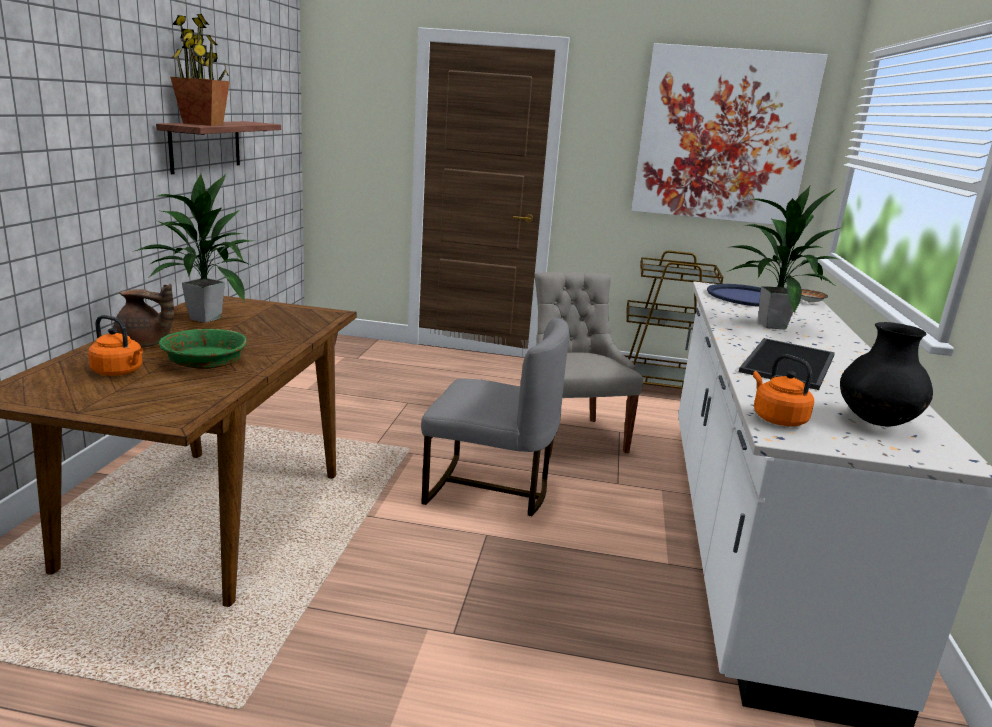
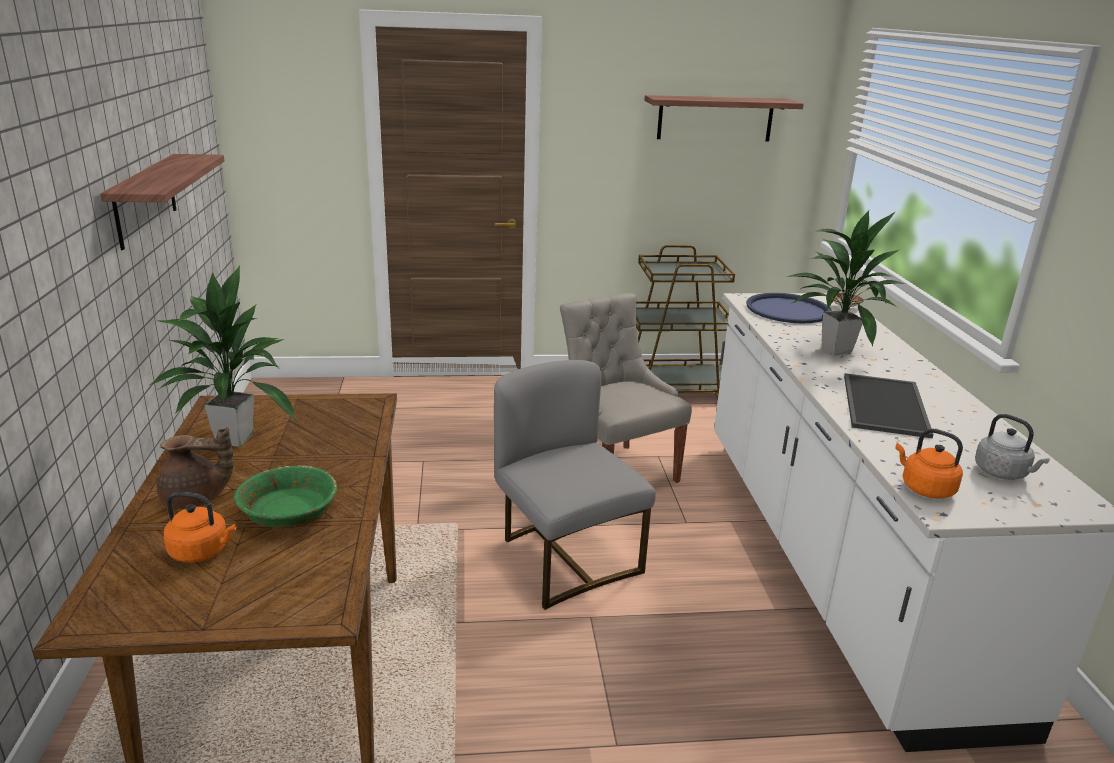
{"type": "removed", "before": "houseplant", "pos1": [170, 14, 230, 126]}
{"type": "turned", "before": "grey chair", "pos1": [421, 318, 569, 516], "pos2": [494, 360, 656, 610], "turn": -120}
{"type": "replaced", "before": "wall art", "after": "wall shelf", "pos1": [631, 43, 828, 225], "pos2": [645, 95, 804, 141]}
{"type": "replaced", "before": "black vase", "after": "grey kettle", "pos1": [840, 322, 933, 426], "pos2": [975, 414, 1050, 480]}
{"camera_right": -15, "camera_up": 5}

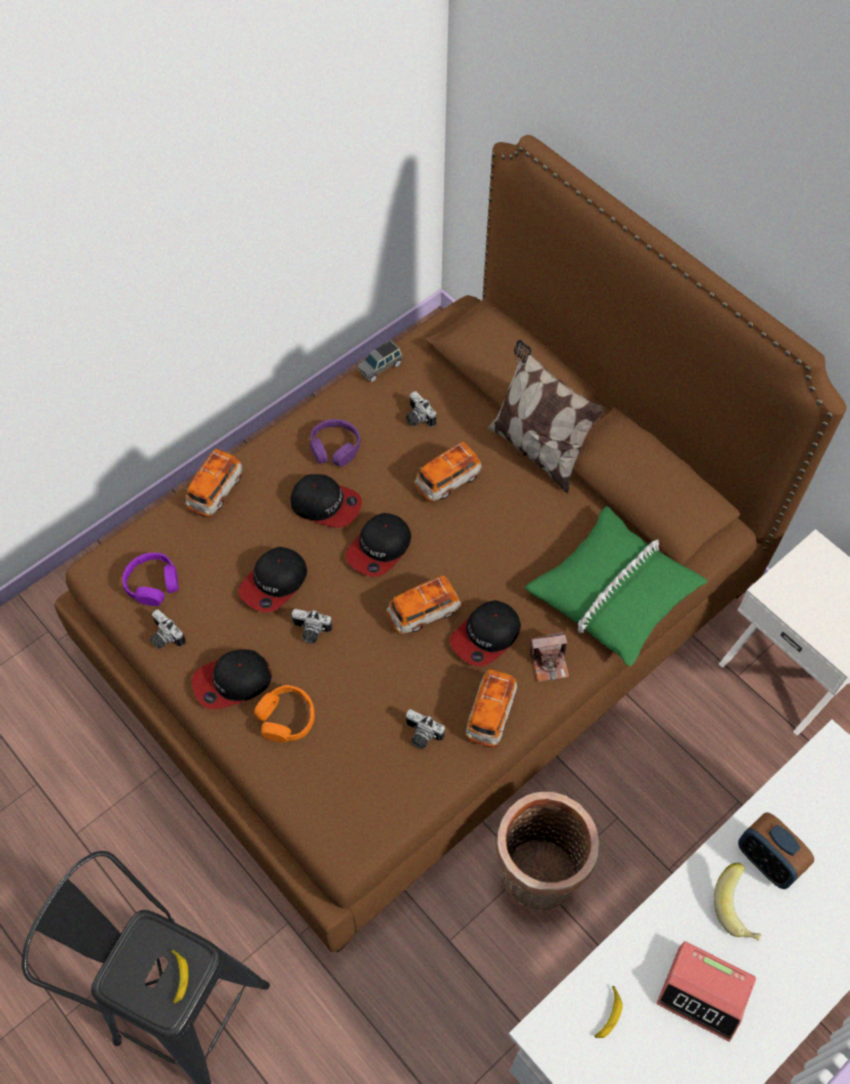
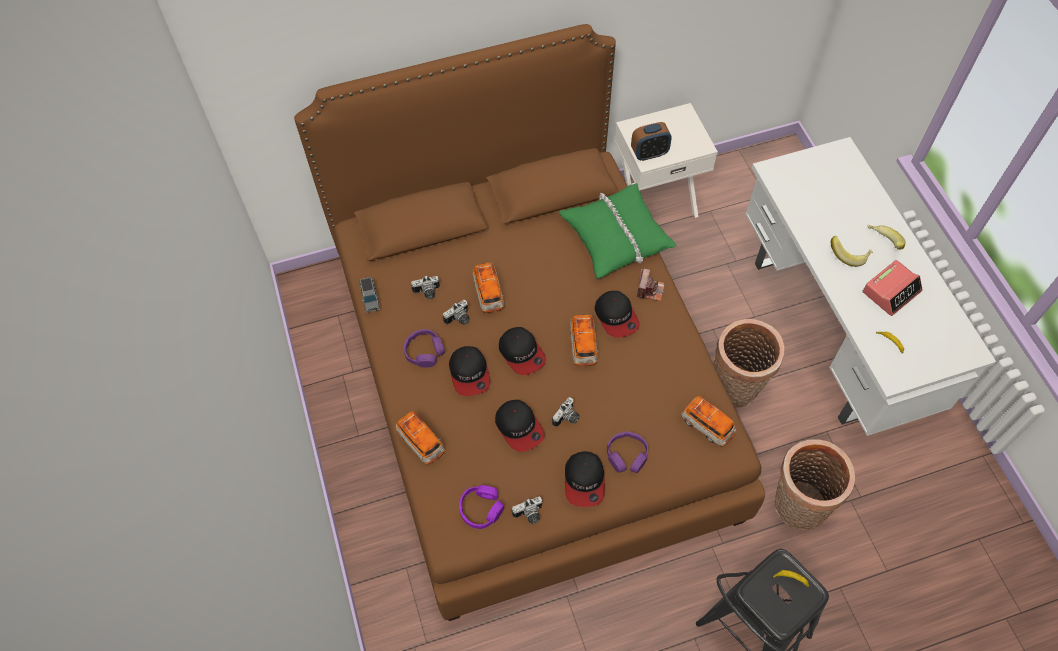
{"type": "recoloured", "before": "orange headset", "after": "purplish headset", "pos1": [254, 685, 315, 742], "pos2": [607, 432, 648, 473]}
{"type": "turned", "before": "cap", "pos1": [290, 474, 362, 528], "pos2": [449, 346, 490, 396], "turn": 120}
{"type": "moved", "before": "photo camera", "pos1": [406, 709, 445, 749], "pos2": [443, 300, 470, 325]}
{"type": "moved", "before": "miniature car", "pos1": [465, 669, 517, 747], "pos2": [681, 396, 736, 447]}
{"type": "removed", "before": "pillow", "pos1": [487, 340, 605, 493]}
{"type": "moved", "before": "table clock", "pos1": [738, 812, 814, 889], "pos2": [631, 122, 672, 161]}
{"type": "added", "after": "storage basket", "pos2": [775, 439, 855, 530]}
{"type": "added", "after": "whole banana", "pos2": [868, 225, 906, 250]}
{"camera_right": -65, "camera_up": 0}

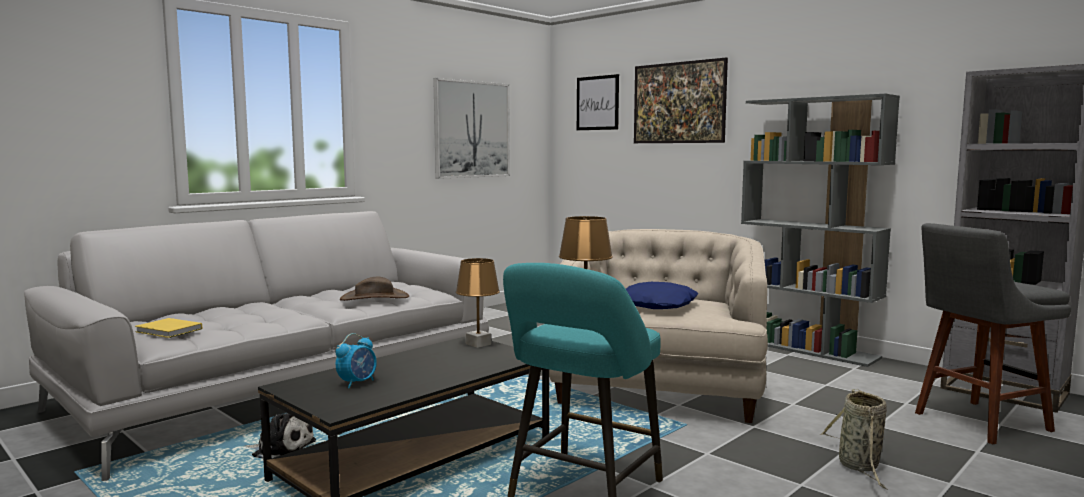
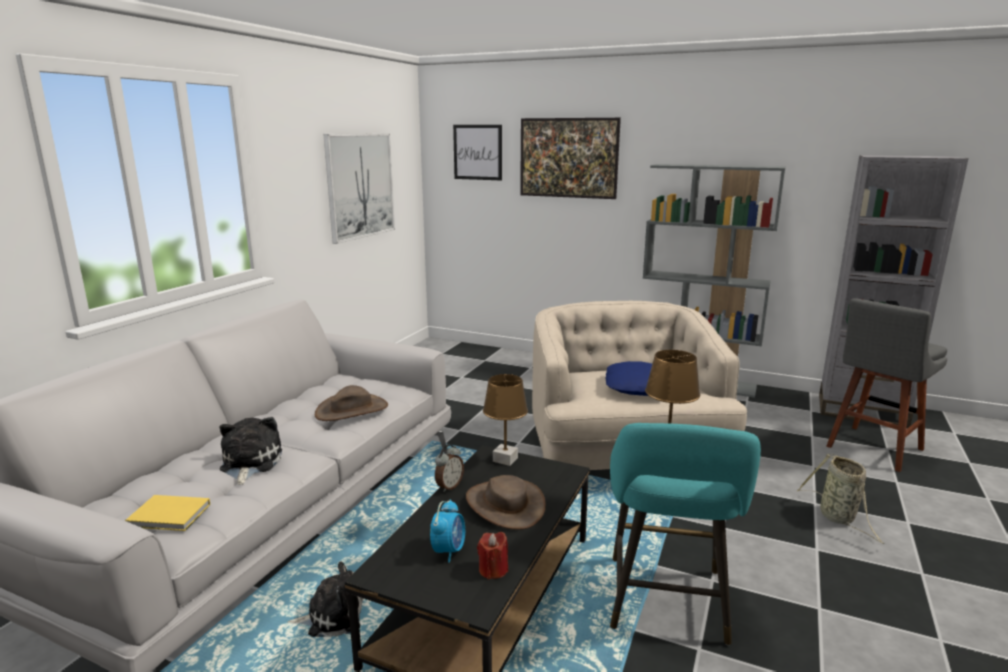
{"type": "added", "after": "soft toy", "pos2": [219, 417, 282, 485]}
{"type": "added", "after": "table clock", "pos2": [435, 444, 464, 492]}
{"type": "added", "after": "brownish hat", "pos2": [466, 475, 546, 530]}
{"type": "added", "after": "red wax light", "pos2": [477, 532, 508, 580]}
{"camera_right": -20, "camera_up": 10}

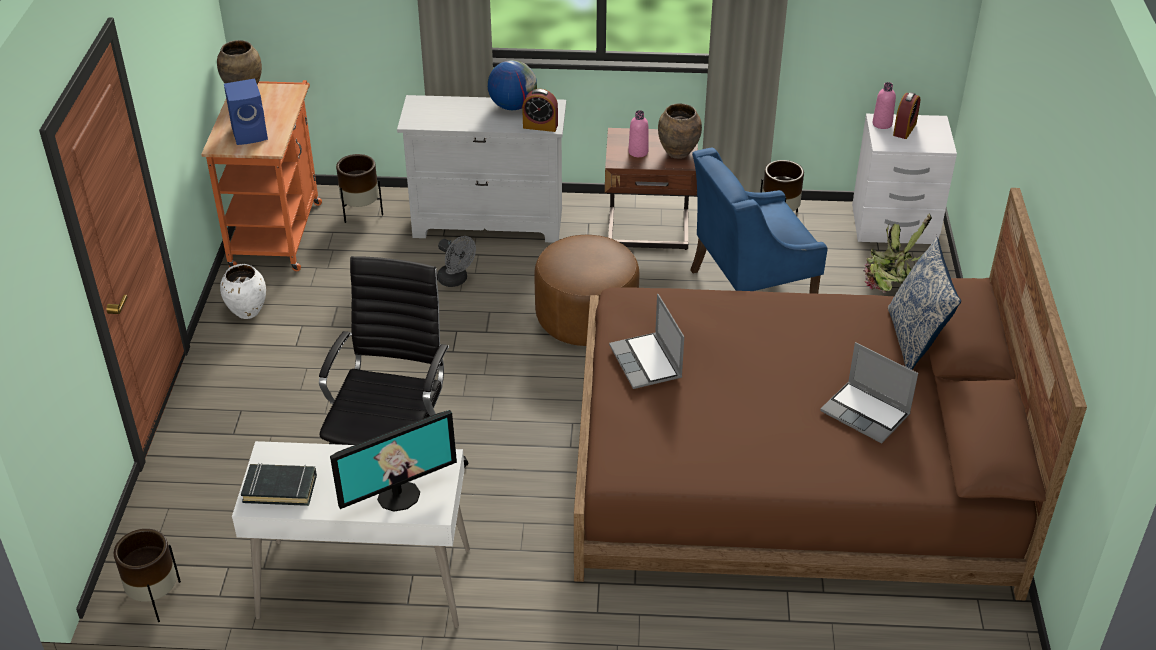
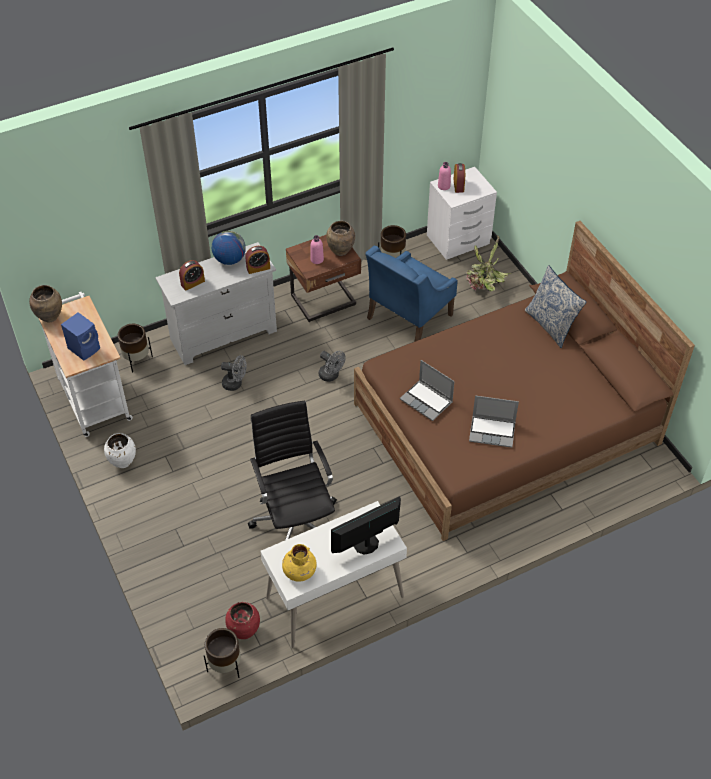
{"type": "recoloured", "before": "orange wheeled cart", "after": "white-coloured wheeled cart", "pos1": [201, 80, 322, 271], "pos2": [39, 292, 133, 437]}
{"type": "replaced", "before": "black bound book", "after": "yellowish vase", "pos1": [241, 463, 317, 506], "pos2": [282, 544, 317, 582]}
{"type": "turned", "before": "computer display", "pos1": [330, 410, 457, 512], "pos2": [331, 497, 401, 555], "turn": -150}
{"type": "replaced", "before": "brownish ottoman", "after": "grey cooling fan", "pos1": [534, 235, 639, 346], "pos2": [318, 351, 345, 382]}
{"type": "moved", "before": "portable computer", "pos1": [820, 342, 918, 443], "pos2": [469, 395, 519, 448]}
{"type": "added", "after": "table clock", "pos2": [179, 260, 205, 291]}
{"type": "added", "after": "red vase", "pos2": [225, 602, 260, 639]}
{"camera_right": -30, "camera_up": 10}

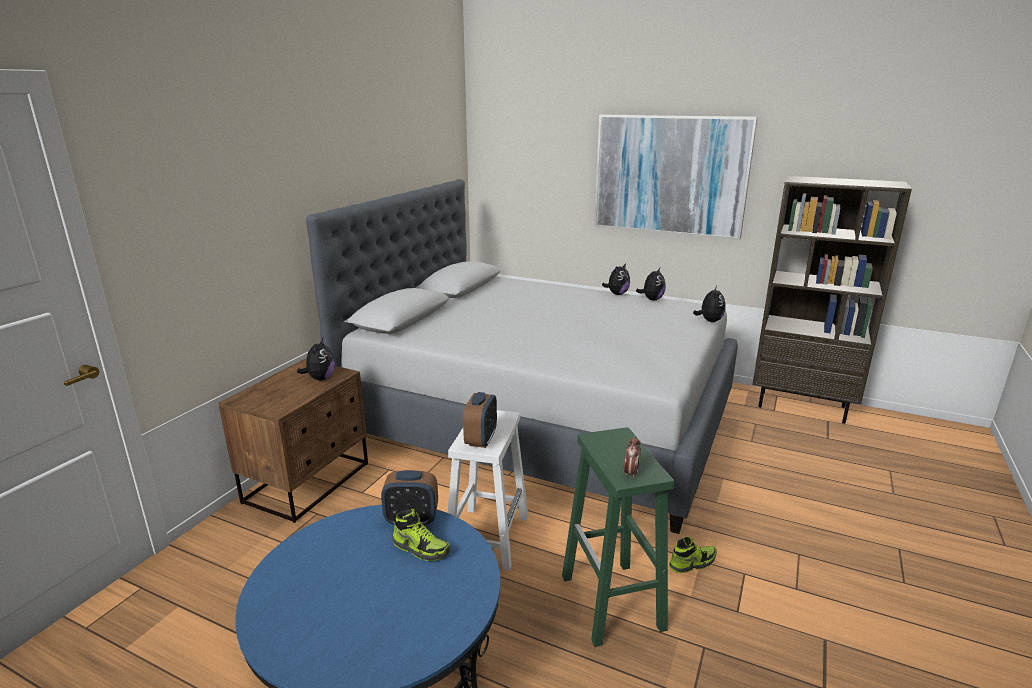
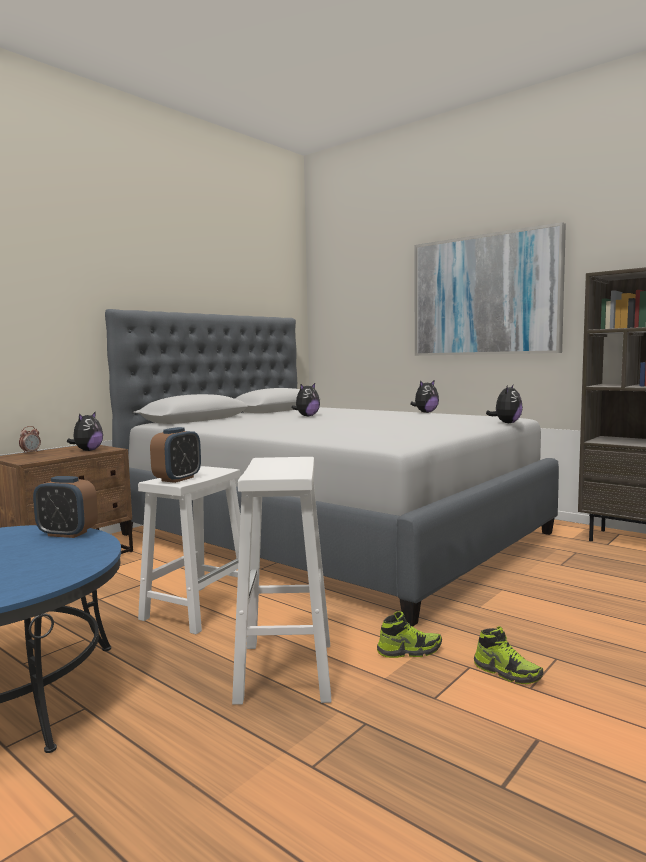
{"type": "moved", "before": "low shoe", "pos1": [392, 509, 450, 561], "pos2": [474, 626, 543, 684]}
{"type": "recoloured", "before": "green-coloured sitting stool", "after": "white-coloured sitting stool", "pos1": [562, 428, 674, 647], "pos2": [232, 457, 331, 705]}
{"type": "moved", "before": "table clock", "pos1": [624, 436, 641, 479], "pos2": [19, 426, 41, 454]}
{"type": "moved", "before": "soft toy", "pos1": [636, 268, 666, 300], "pos2": [291, 383, 320, 416]}
{"camera_right": 15, "camera_up": -15}

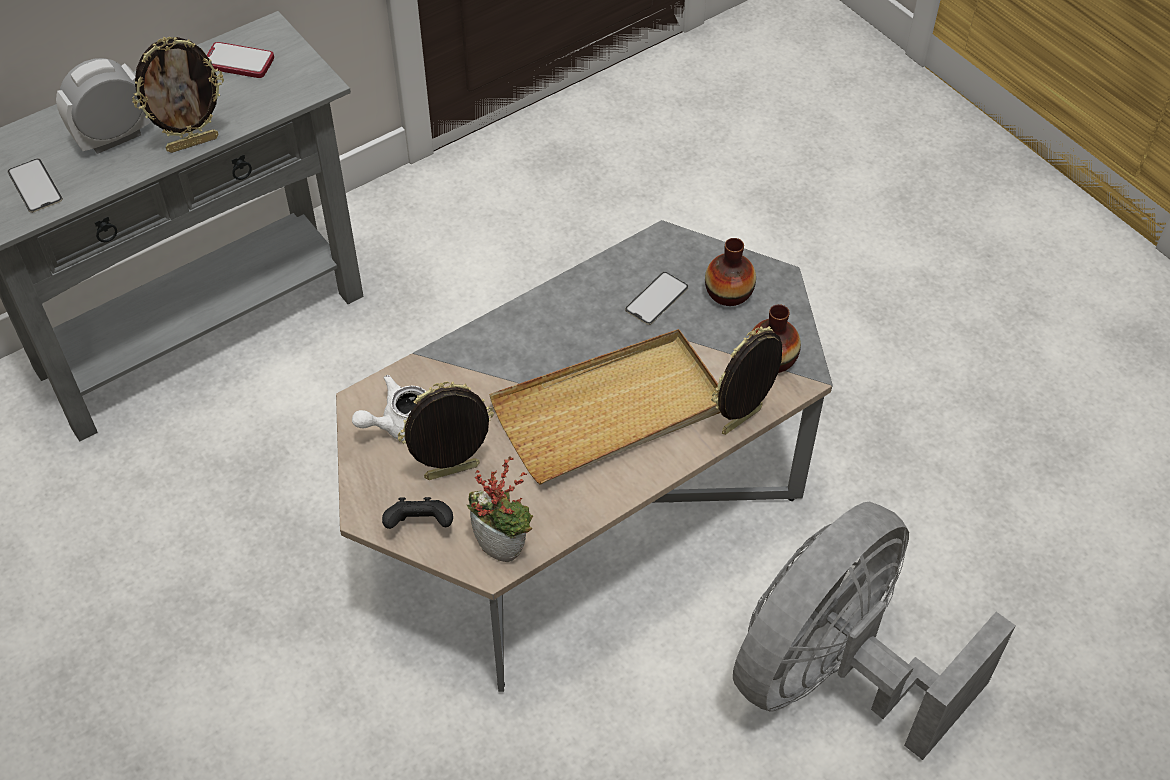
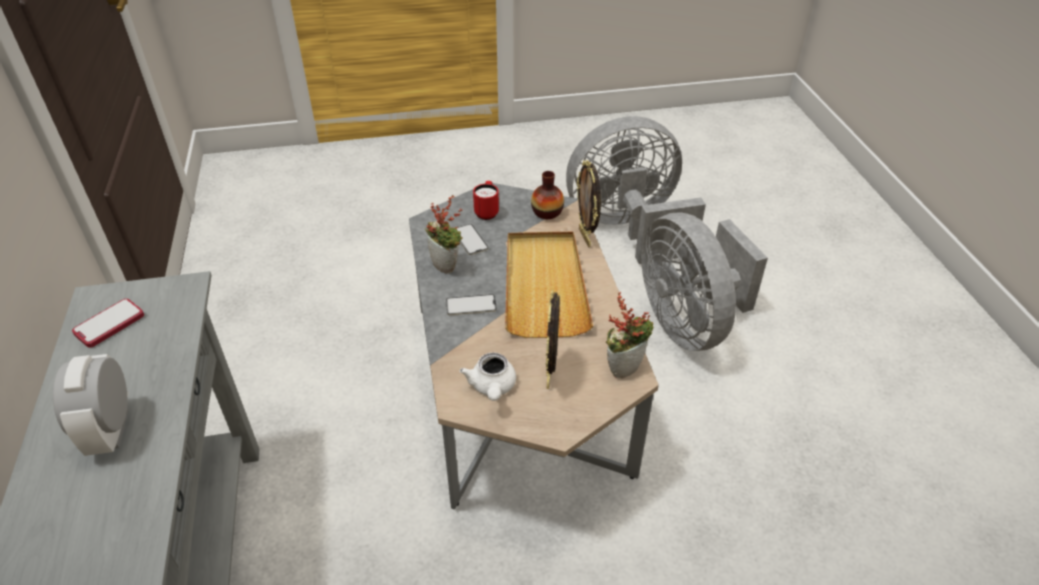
{"type": "moved", "before": "handset", "pos1": [7, 158, 63, 213], "pos2": [446, 294, 497, 315]}
{"type": "removed", "before": "photo frame", "pos1": [132, 37, 224, 153]}
{"type": "removed", "before": "black joypad", "pos1": [382, 497, 453, 529]}
{"type": "replaced", "before": "vase", "after": "red mug", "pos1": [705, 238, 756, 306], "pos2": [473, 181, 499, 220]}
{"type": "added", "after": "houseplant", "pos2": [425, 195, 462, 274]}
{"type": "added", "after": "grey cooling fan", "pos2": [566, 116, 706, 264]}
{"camera_right": -65, "camera_up": -10}

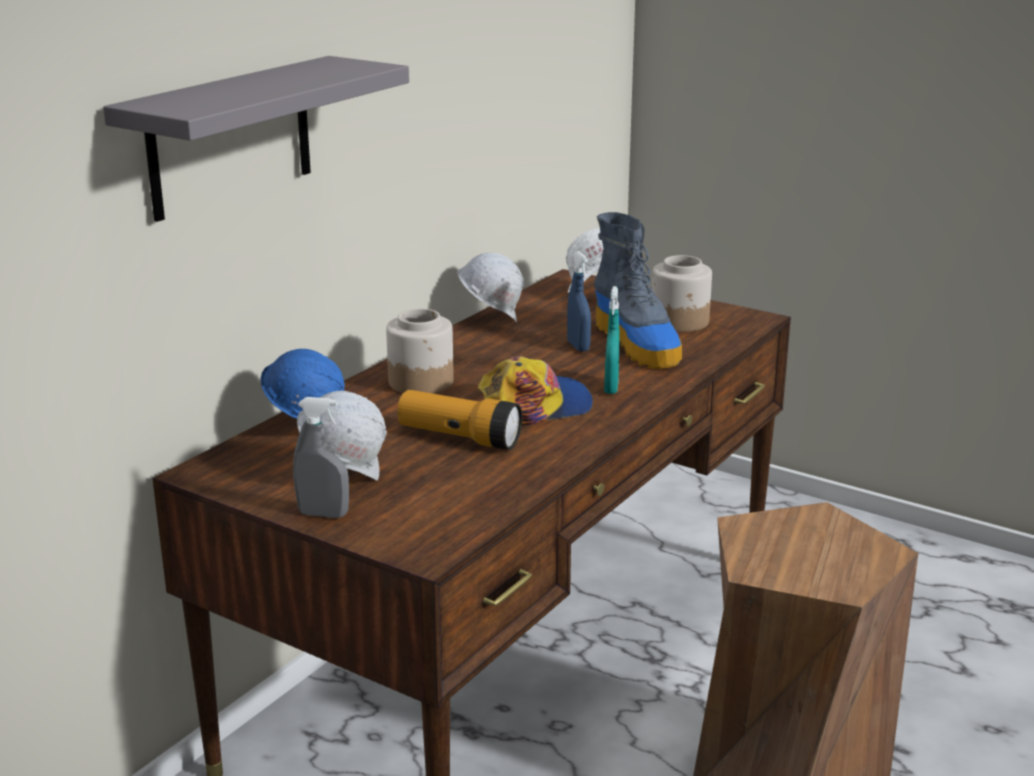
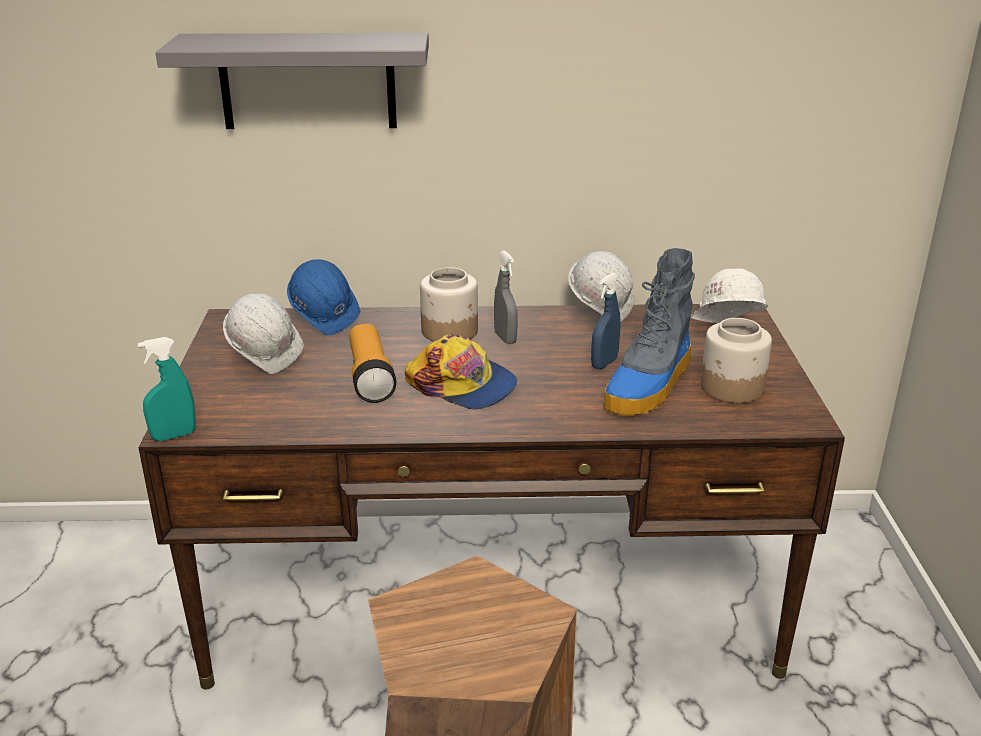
{"type": "moved", "before": "grey spray bottle", "pos1": [293, 397, 349, 518], "pos2": [494, 250, 518, 344]}
{"type": "moved", "before": "blue-green spray bottle", "pos1": [604, 286, 619, 394], "pos2": [137, 337, 196, 441]}
{"camera_right": 55, "camera_up": 5}

